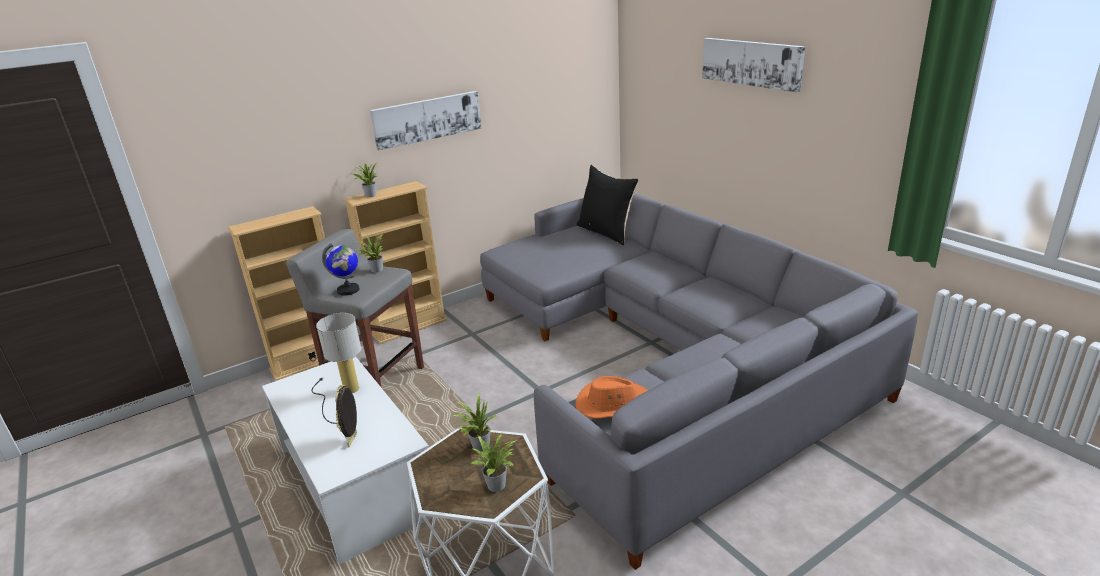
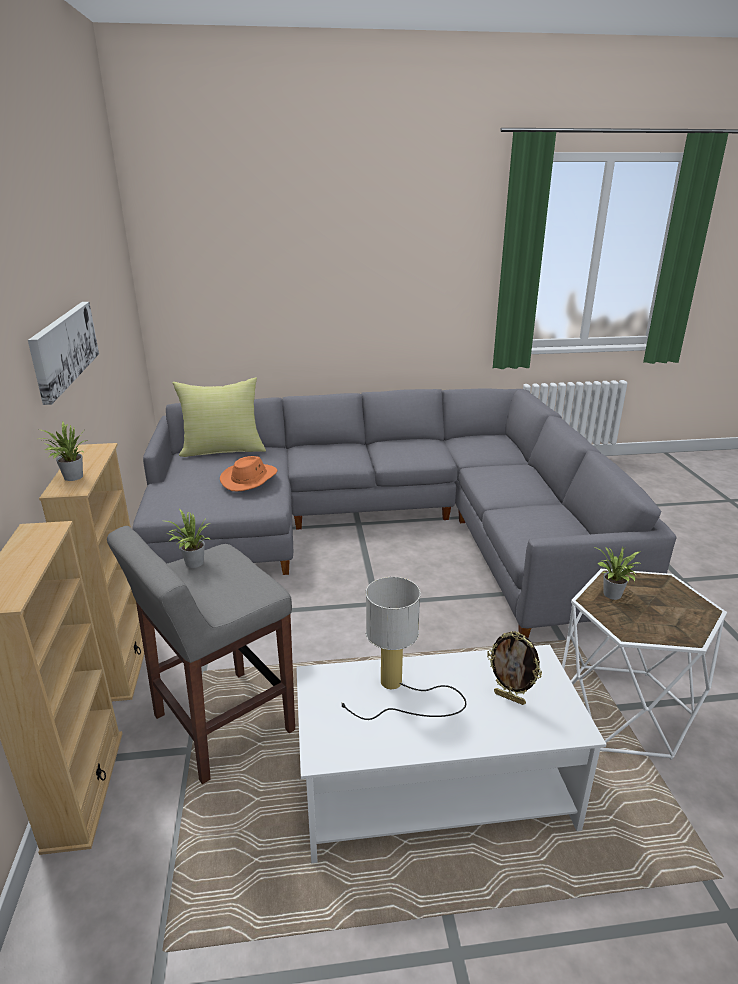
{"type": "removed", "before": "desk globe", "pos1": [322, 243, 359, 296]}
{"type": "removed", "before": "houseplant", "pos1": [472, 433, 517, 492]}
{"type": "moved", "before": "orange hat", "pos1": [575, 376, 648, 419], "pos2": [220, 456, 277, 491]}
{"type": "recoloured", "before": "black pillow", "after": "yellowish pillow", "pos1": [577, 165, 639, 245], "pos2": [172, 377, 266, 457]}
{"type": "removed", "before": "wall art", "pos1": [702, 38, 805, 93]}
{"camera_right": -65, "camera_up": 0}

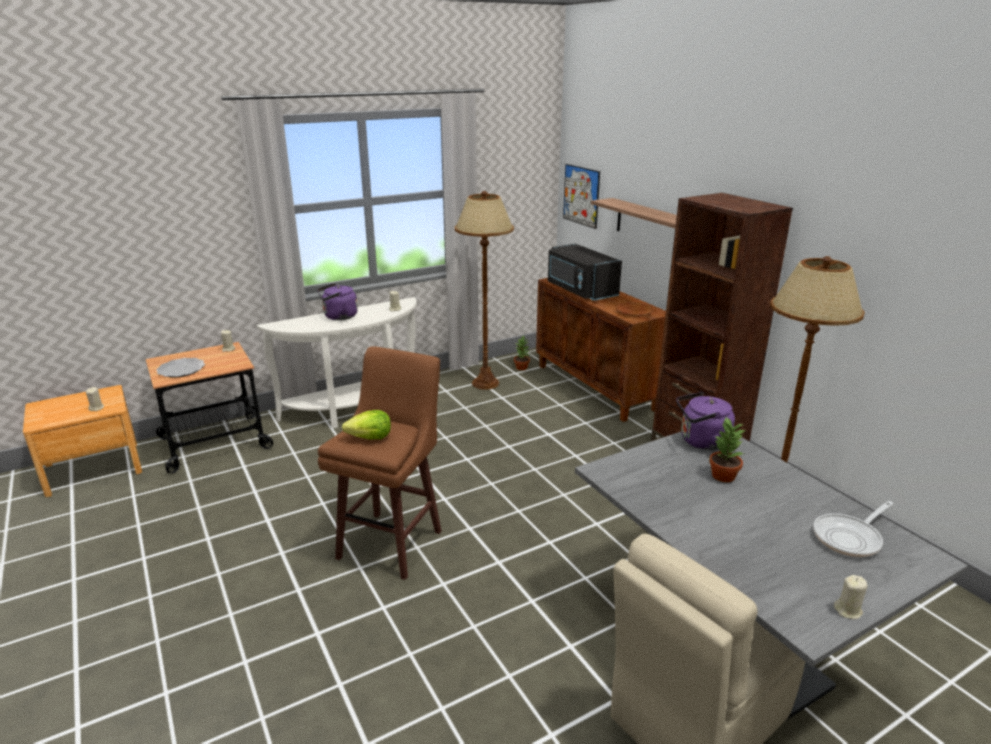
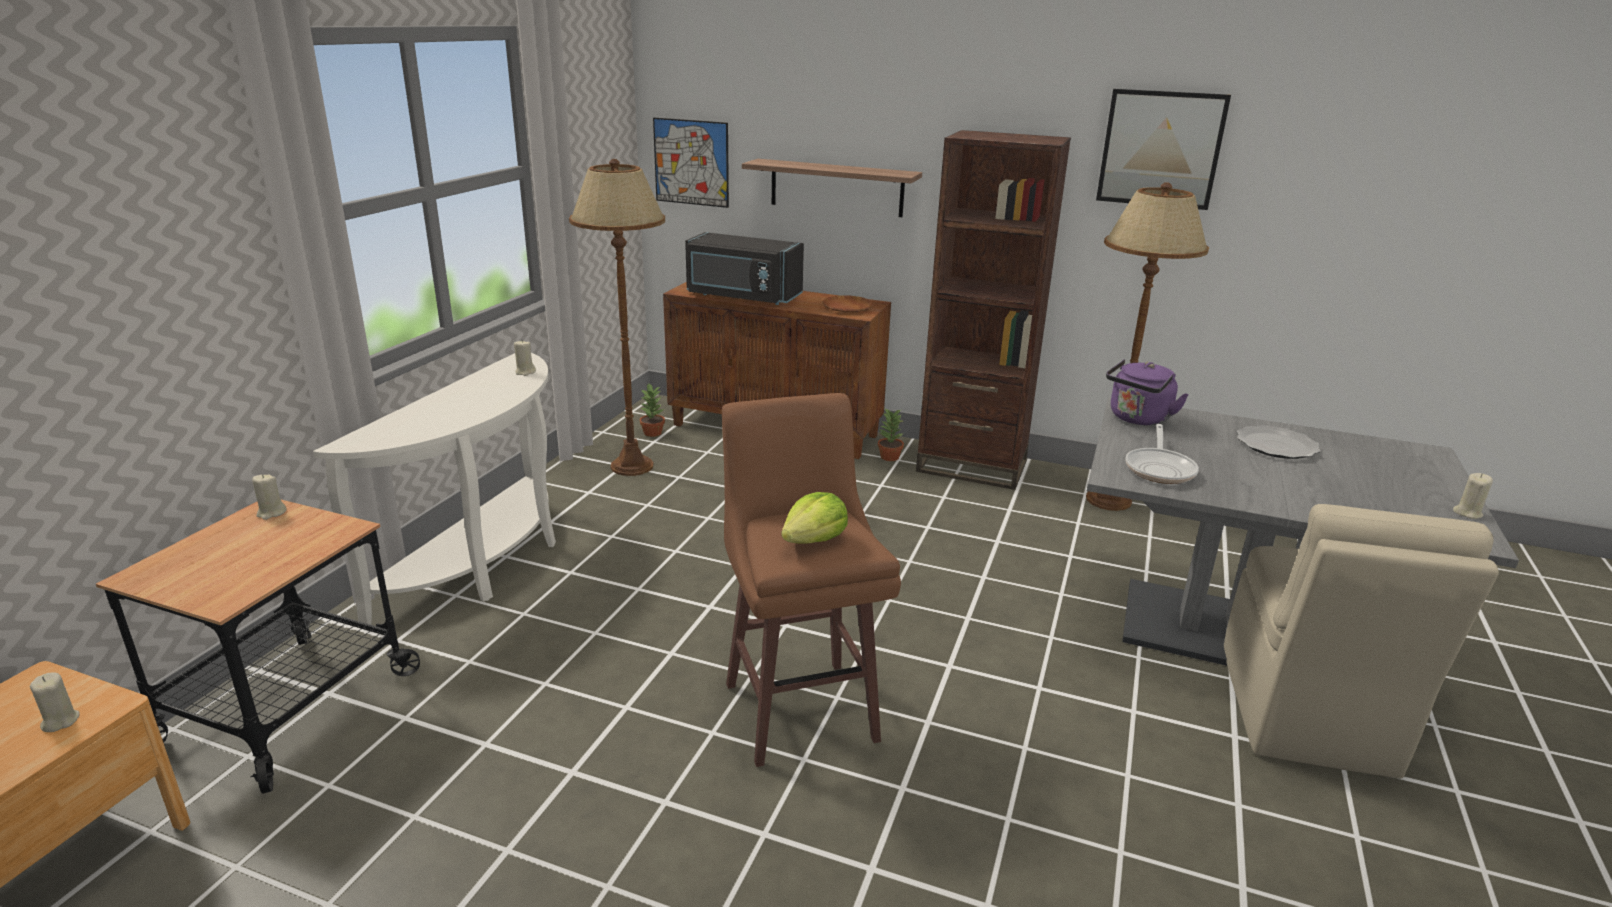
{"type": "moved", "before": "dinner plate", "pos1": [156, 358, 205, 378], "pos2": [1237, 425, 1321, 459]}
{"type": "removed", "before": "purplish kettle", "pos1": [317, 283, 358, 320]}
{"type": "moved", "before": "houseplant", "pos1": [709, 417, 745, 482], "pos2": [878, 409, 904, 461]}
{"type": "moved", "before": "skillet", "pos1": [813, 501, 894, 557], "pos2": [1126, 424, 1199, 484]}
{"type": "added", "after": "wall art", "pos2": [1096, 89, 1231, 210]}
{"camera_right": -40, "camera_up": 0}

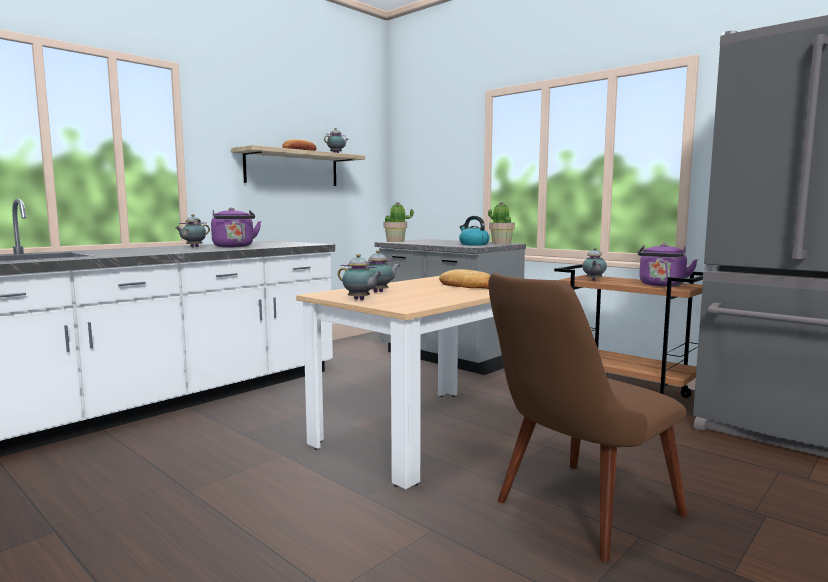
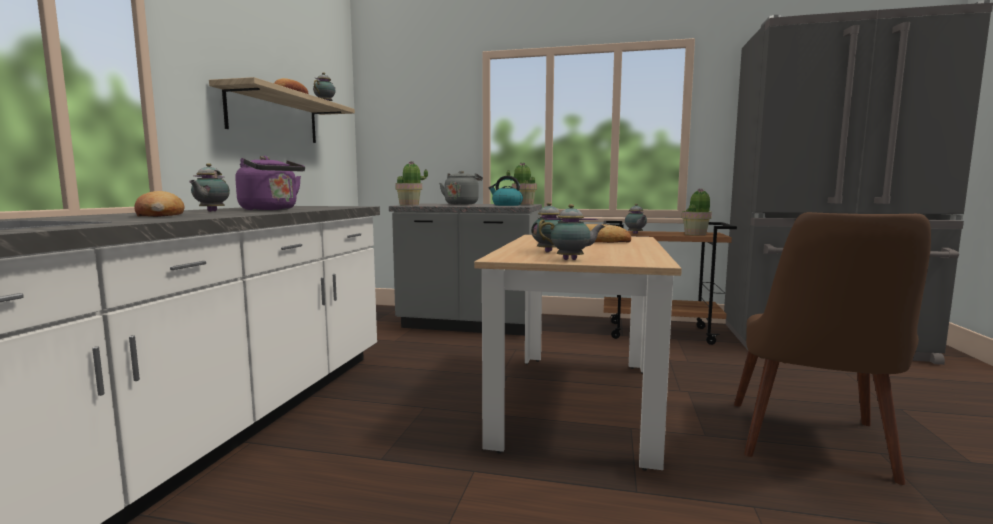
{"type": "replaced", "before": "purplish kettle", "after": "houseplant", "pos1": [638, 243, 698, 287], "pos2": [682, 188, 712, 235]}
{"type": "added", "after": "baked bread", "pos2": [134, 191, 185, 217]}
{"type": "added", "after": "grey kettle", "pos2": [439, 171, 483, 205]}
{"camera_right": -30, "camera_up": 0}

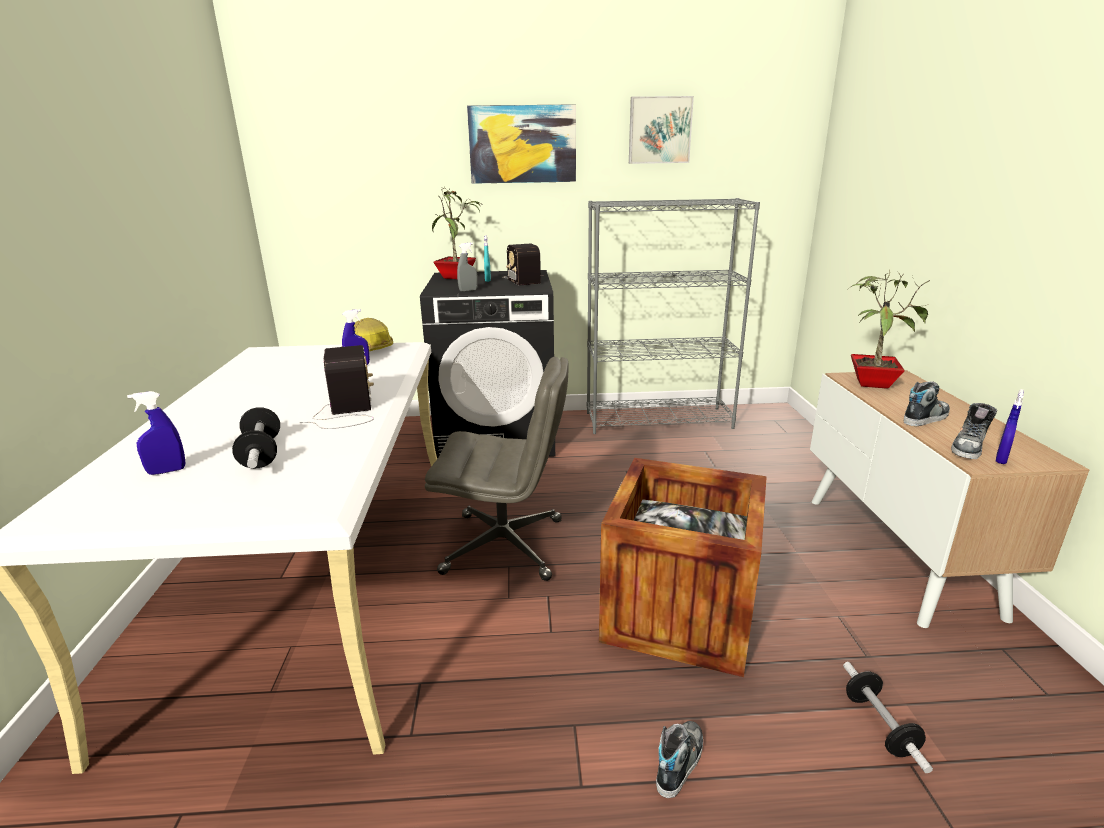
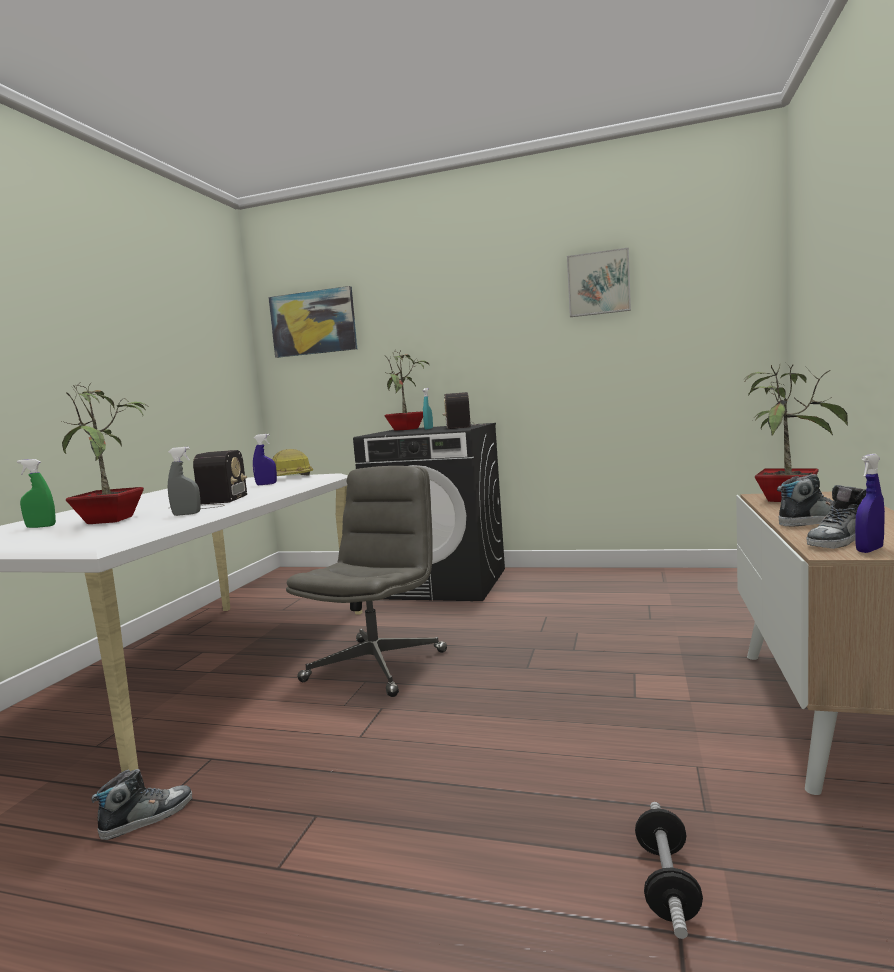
{"type": "recoloured", "before": "blue spray bottle", "after": "green-coloured spray bottle", "pos1": [127, 391, 185, 475], "pos2": [17, 459, 56, 528]}
{"type": "replaced", "before": "hand weight", "after": "houseplant", "pos1": [232, 407, 280, 468], "pos2": [62, 382, 147, 524]}
{"type": "turned", "before": "grey computer chair", "pos1": [425, 357, 569, 581], "pos2": [286, 466, 447, 697], "turn": -90}
{"type": "moved", "before": "grey spray bottle", "pos1": [457, 243, 478, 292], "pos2": [168, 447, 201, 516]}
{"type": "moved", "before": "wall art", "pos1": [467, 104, 576, 184], "pos2": [268, 286, 357, 358]}
{"type": "removed", "before": "grey shelving unit", "pos1": [587, 198, 760, 434]}
{"type": "removed", "before": "packing crate", "pos1": [599, 458, 767, 677]}
{"type": "moved", "before": "low shoe", "pos1": [656, 721, 703, 798], "pos2": [92, 769, 192, 840]}
{"camera_right": 20, "camera_up": -15}

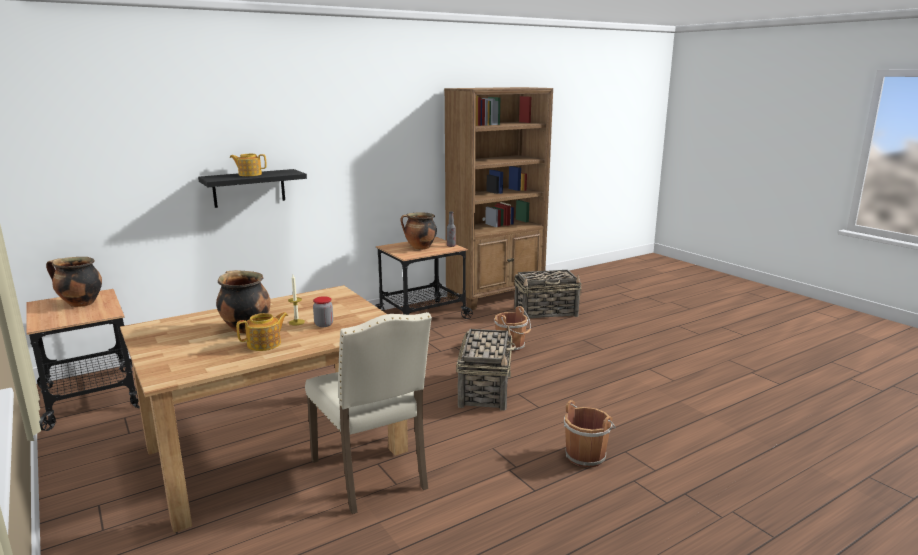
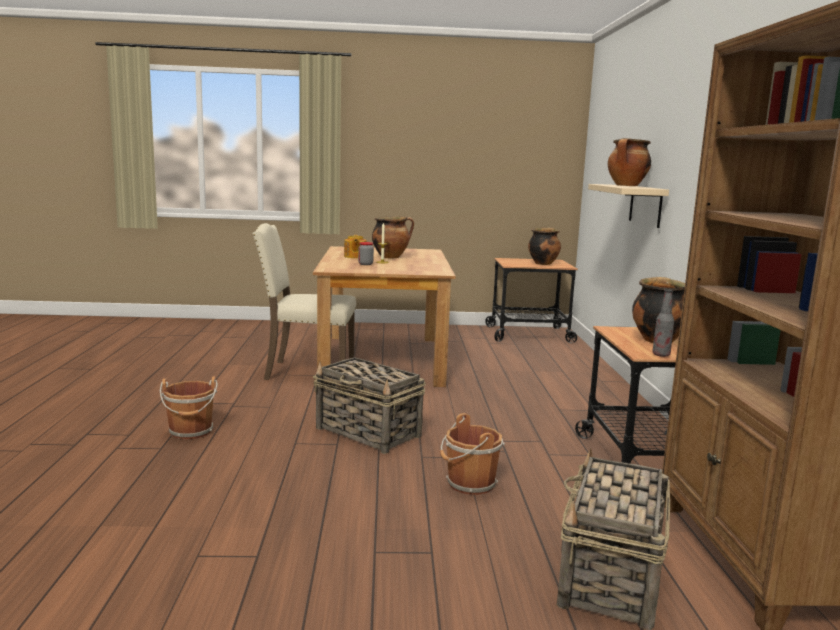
{"type": "recoloured", "before": "black wall shelf", "after": "sand-coloured wall shelf", "pos1": [198, 169, 307, 208], "pos2": [588, 184, 669, 228]}
{"type": "replaced", "before": "tea pot", "after": "cooking pot", "pos1": [230, 154, 267, 176], "pos2": [608, 138, 651, 186]}
{"camera_right": 120, "camera_up": -5}

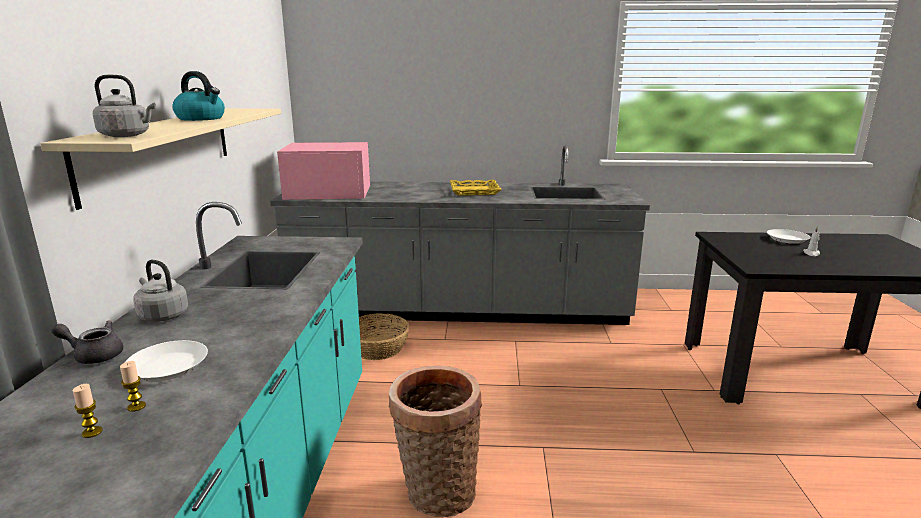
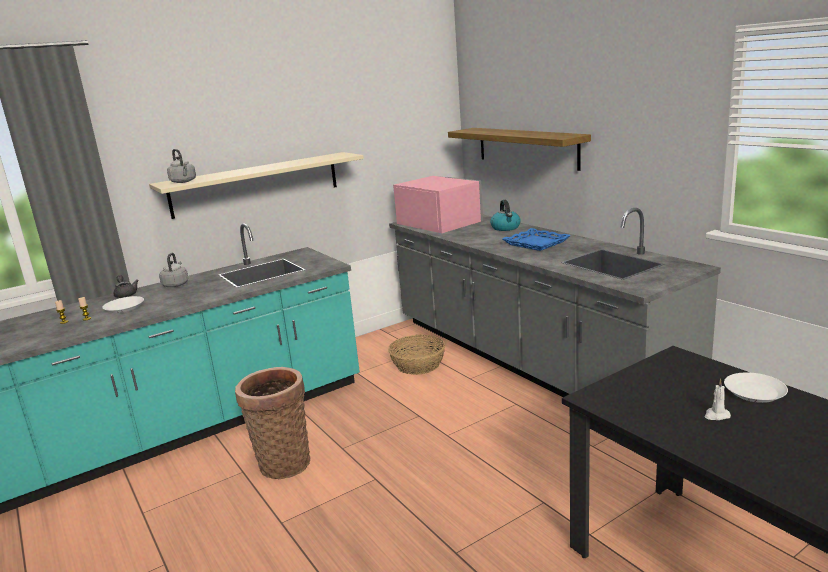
{"type": "moved", "before": "kettle", "pos1": [172, 71, 225, 121], "pos2": [490, 200, 521, 231]}
{"type": "recoloured", "before": "yellowish carrying tray", "after": "blue carrying tray", "pos1": [450, 180, 502, 196], "pos2": [502, 228, 571, 251]}
{"type": "added", "after": "wall shelf", "pos2": [448, 128, 591, 171]}
{"camera_right": 55, "camera_up": 0}

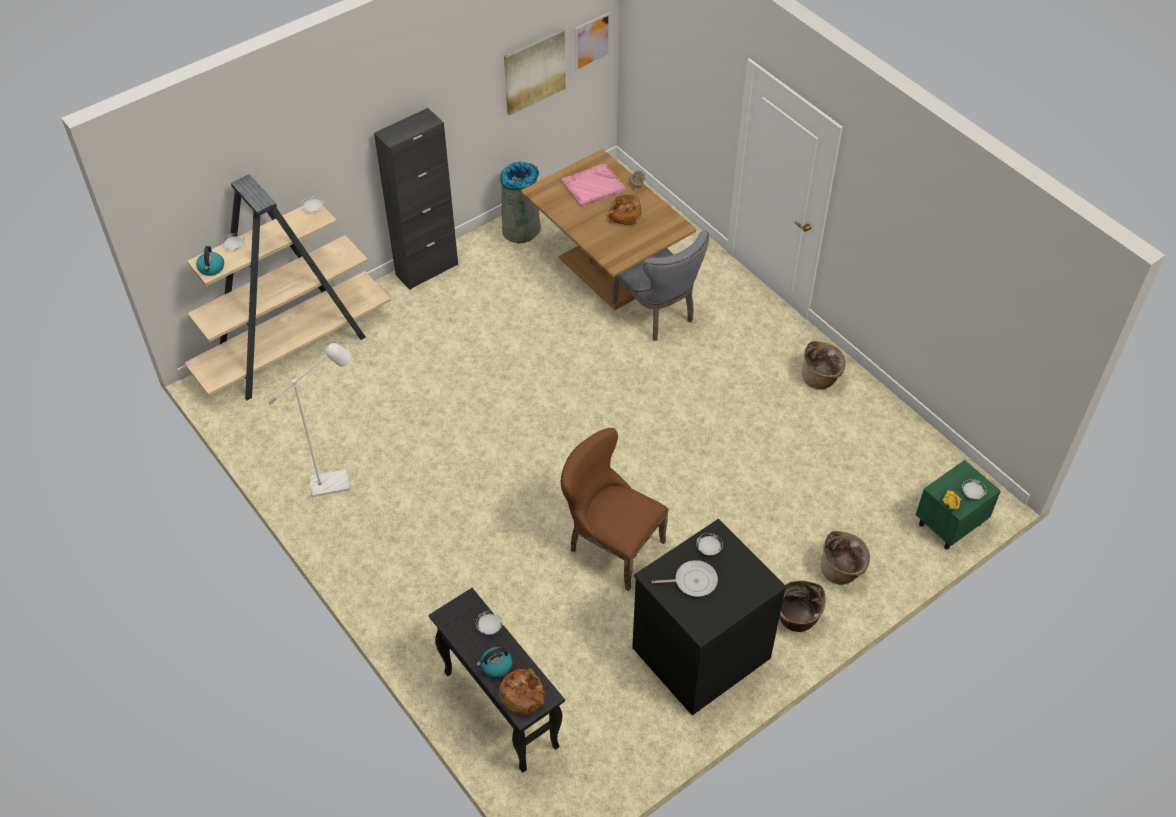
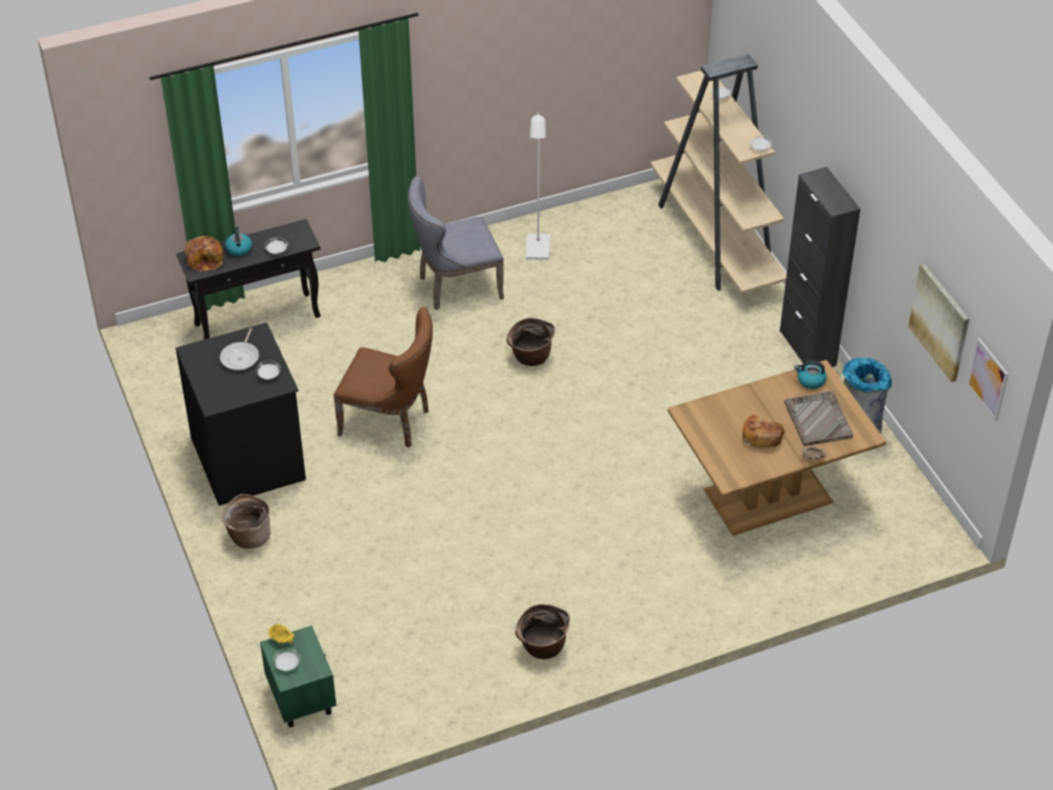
{"type": "moved", "before": "kettle", "pos1": [196, 246, 224, 276], "pos2": [794, 360, 827, 389]}
{"type": "turned", "before": "brownish chair", "pos1": [561, 428, 669, 591], "pos2": [334, 307, 433, 448], "turn": 60}
{"type": "recoloured", "before": "pink-coloured carrying tray", "after": "grey carrying tray", "pos1": [562, 163, 626, 207], "pos2": [784, 391, 853, 446]}
{"type": "moved", "before": "grey chair", "pos1": [611, 230, 709, 341], "pos2": [408, 176, 504, 310]}
{"type": "moved", "before": "storage basket", "pos1": [821, 531, 870, 585], "pos2": [506, 318, 555, 366]}
{"camera_right": 105, "camera_up": -5}

